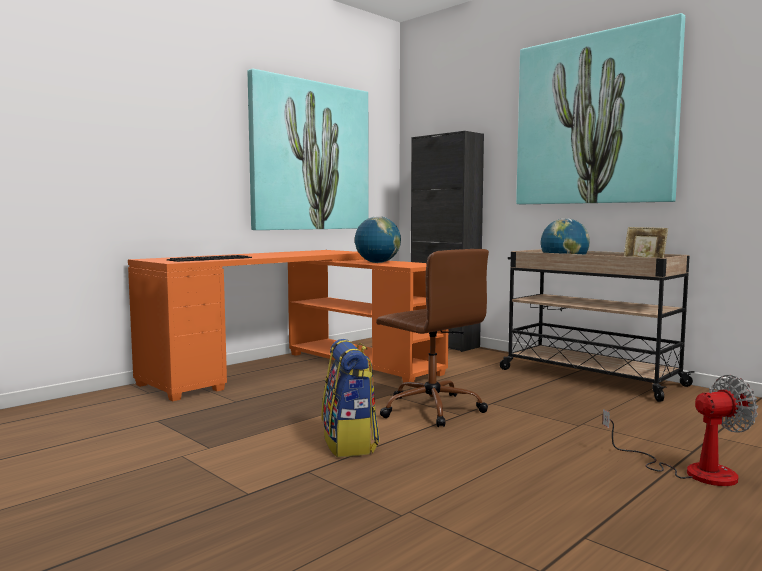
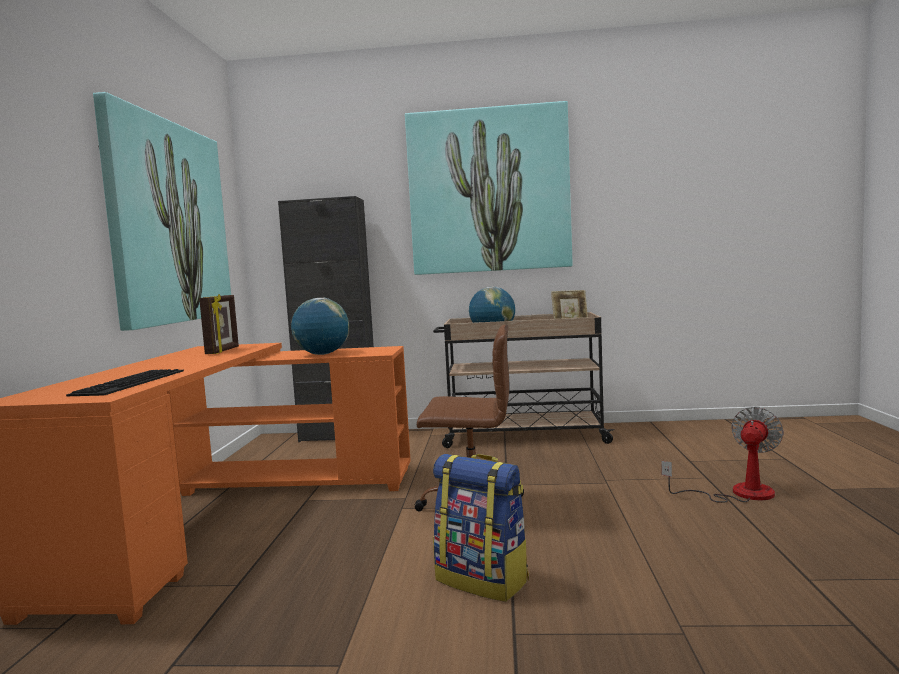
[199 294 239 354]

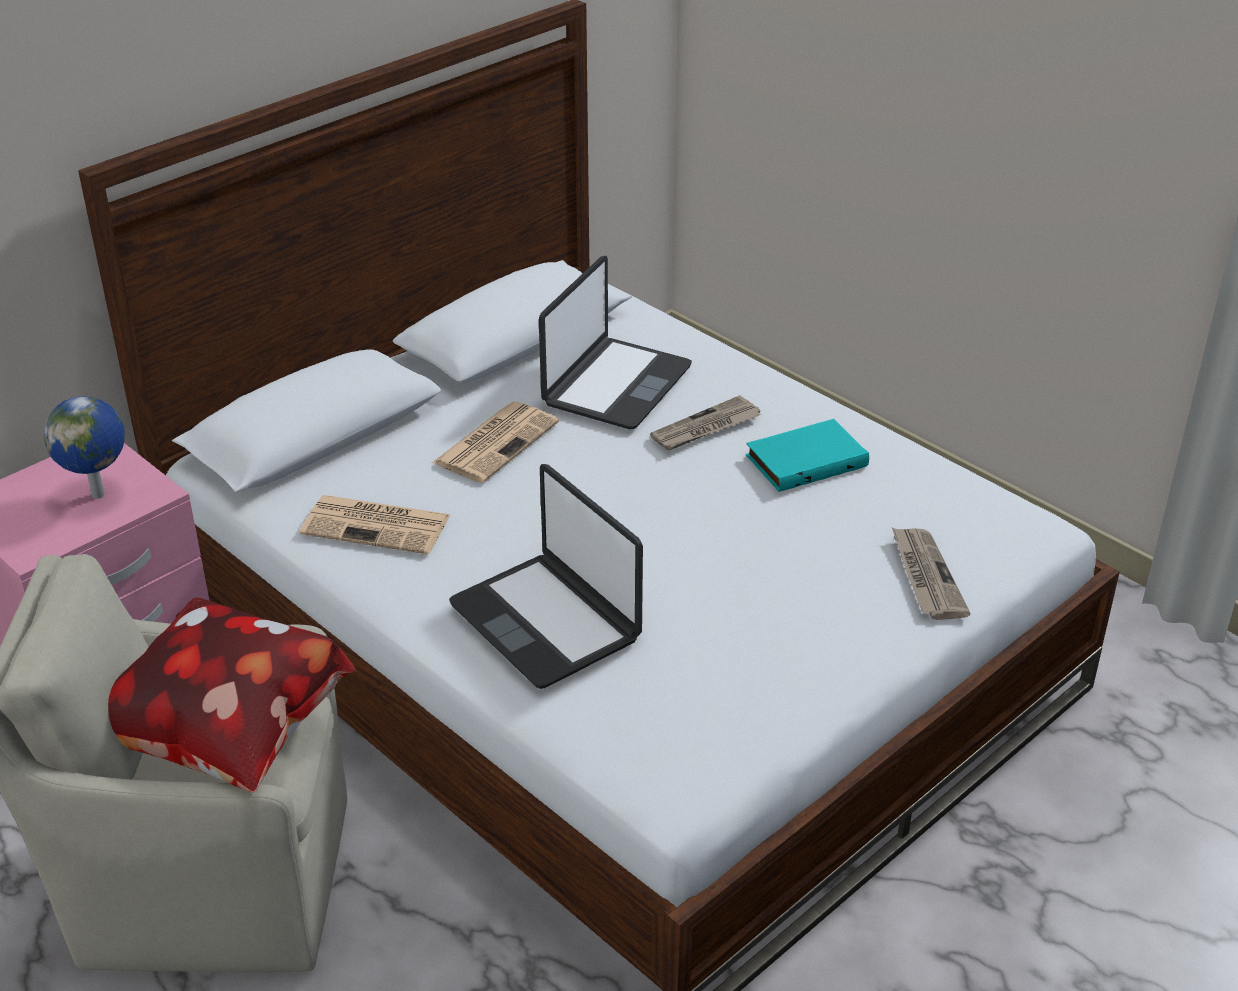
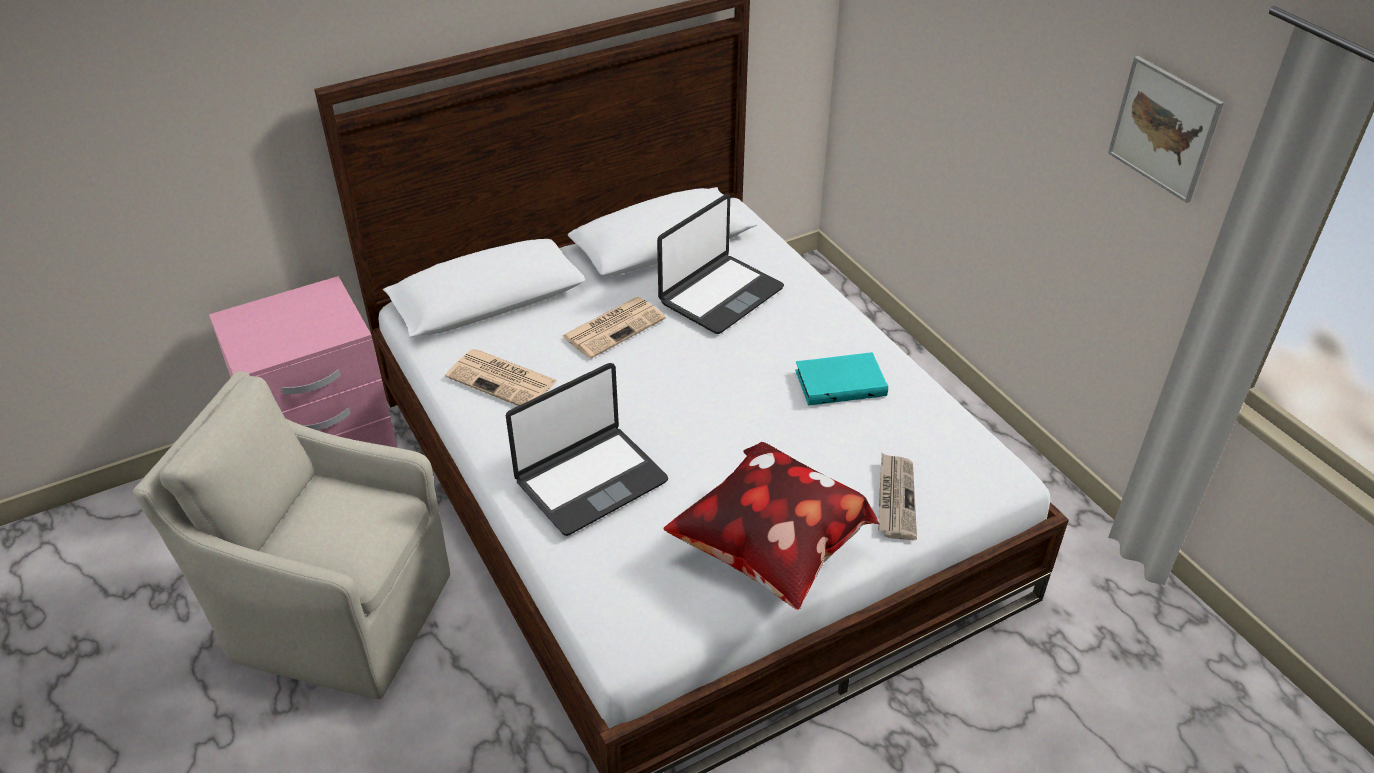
[44 396 125 499] (first image)
[663 442 879 610]
[506 363 668 536]
[650 395 761 451] (first image)
[1108 56 1224 203]

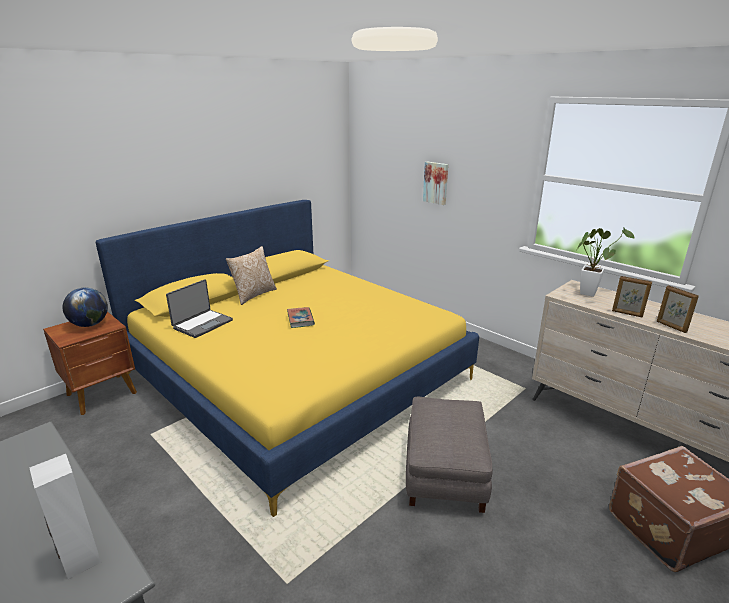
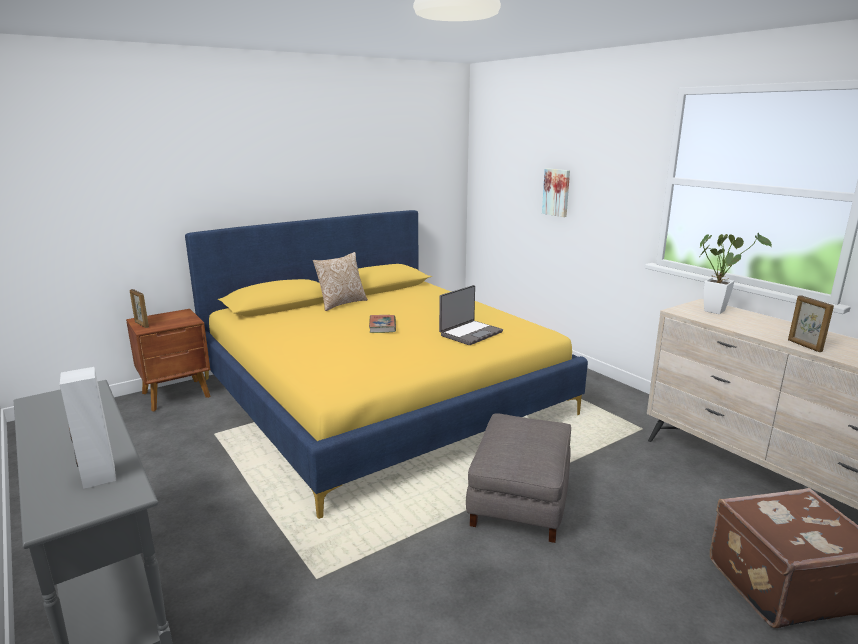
[62 288 108 327] (first image)
[439 285 503 345]
[130 289 149 328]

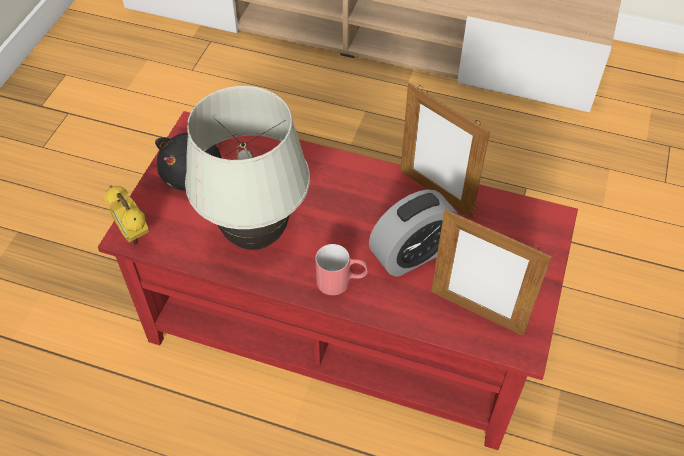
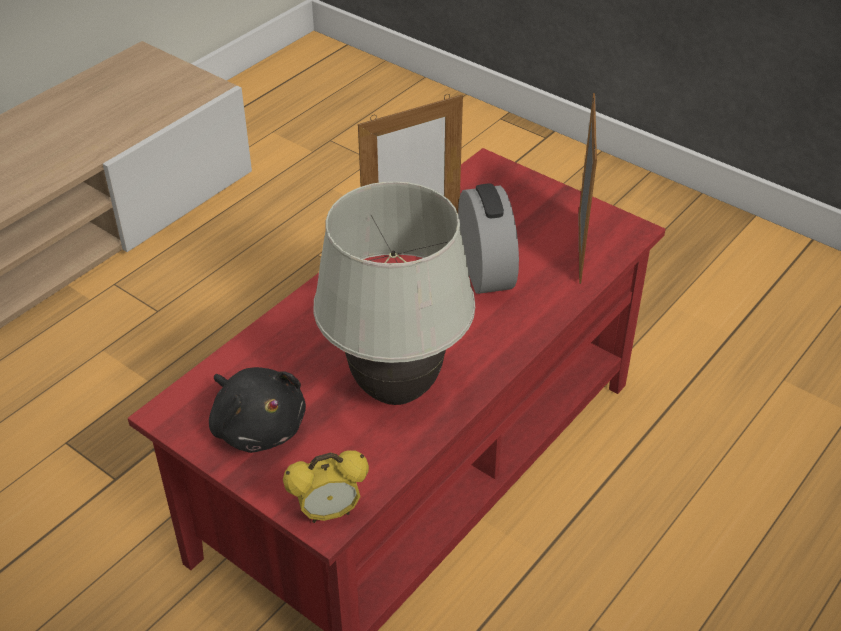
[315 244 368 295] (first image)
[579 93 597 284]

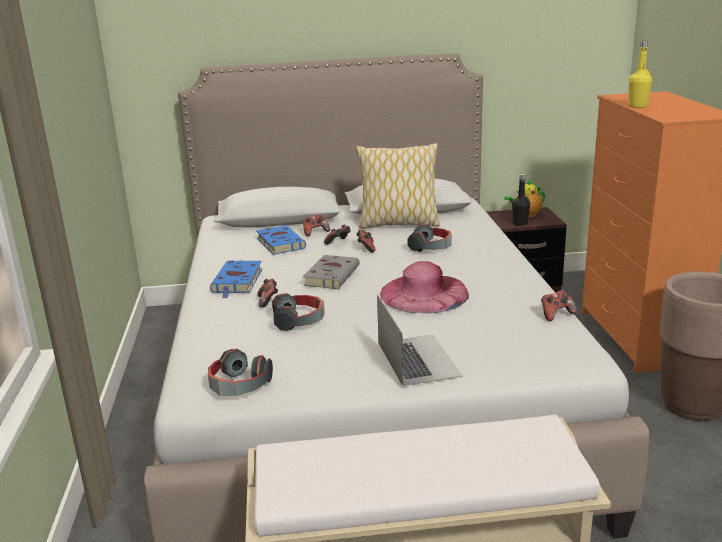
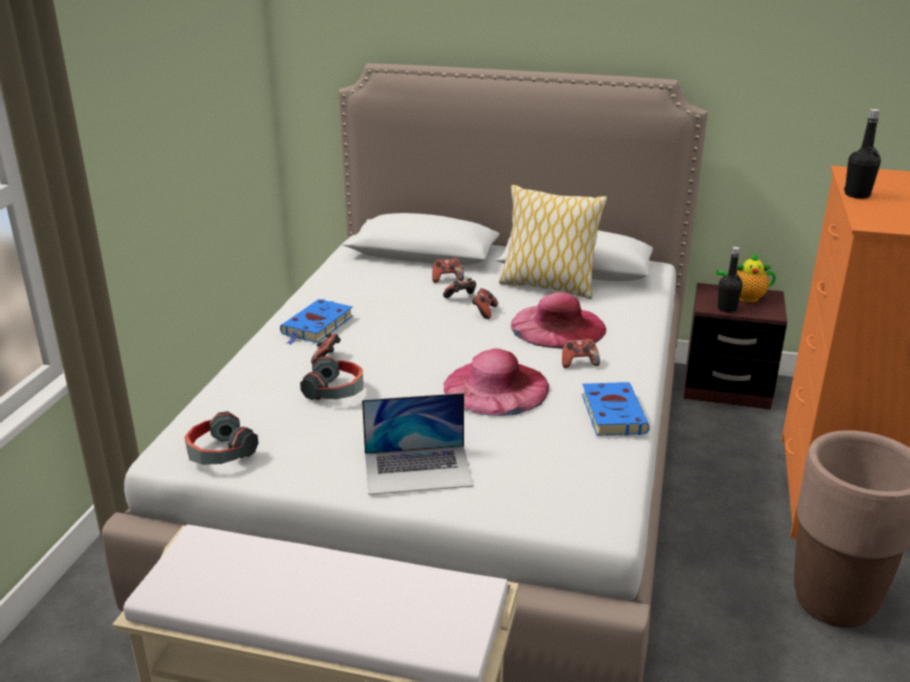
[582 382 650 436]
[303 255 360 289] (first image)
[362 393 474 495]
[511 292 606 348]
[562 339 600 368]
[844 109 881 199]

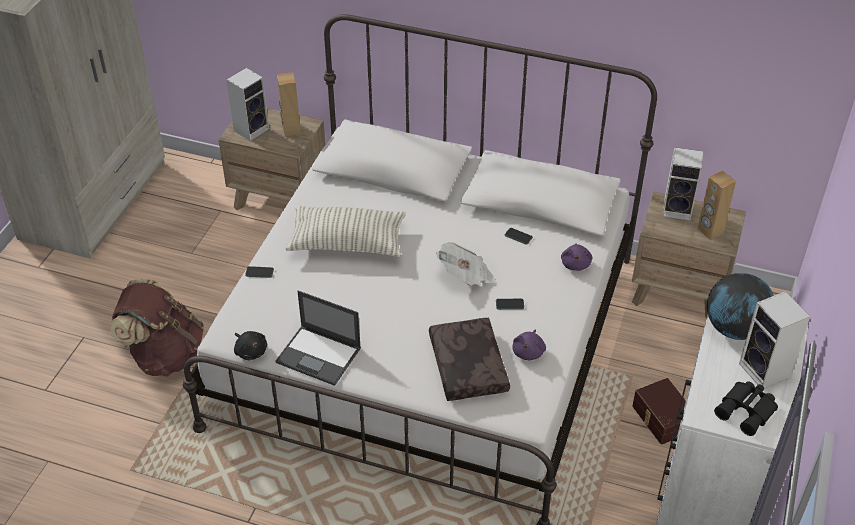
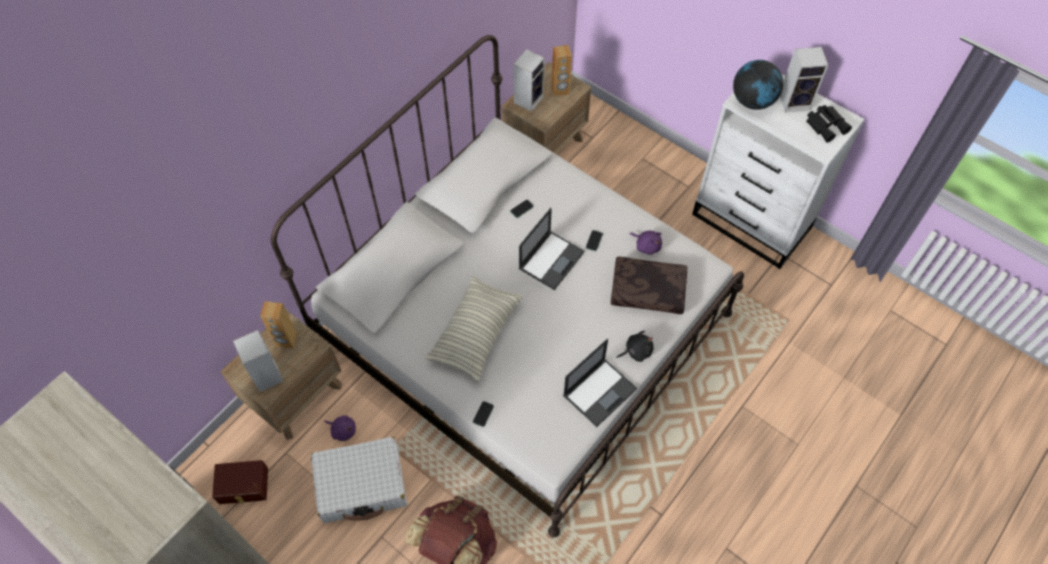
[616 331 654 362]
[519 208 584 290]
[324 415 356 441]
[212 460 268 504]
[311 437 407 523]

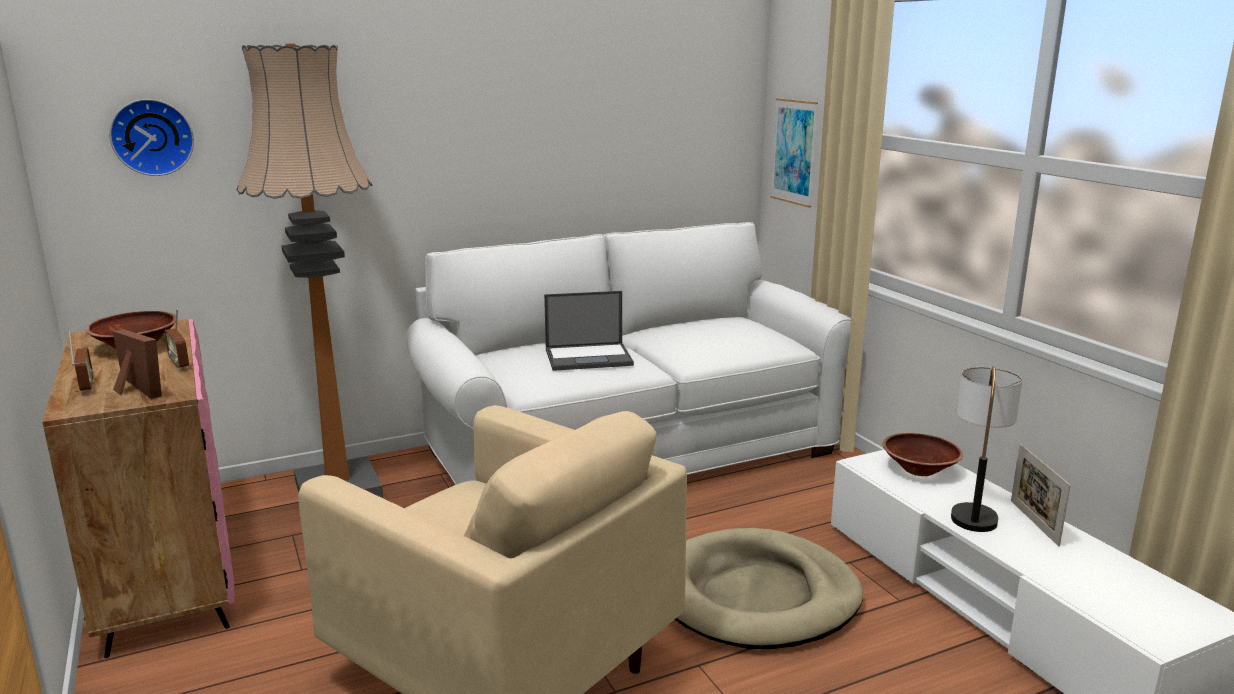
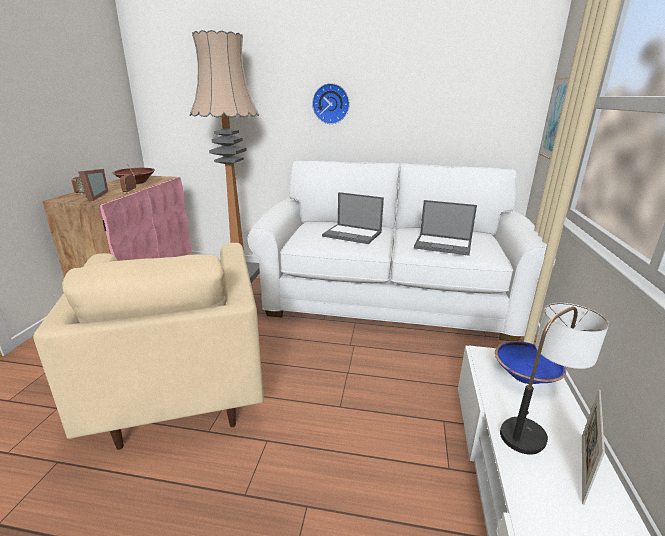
[312 83 349 124]
[675 528 863 649] (first image)
[495 341 566 384]
[414 200 477 256]

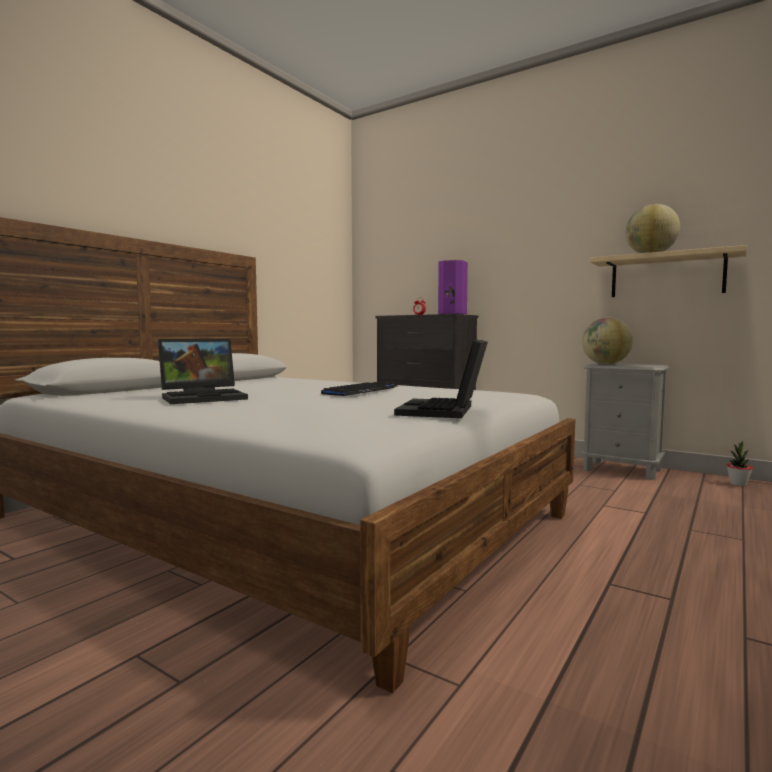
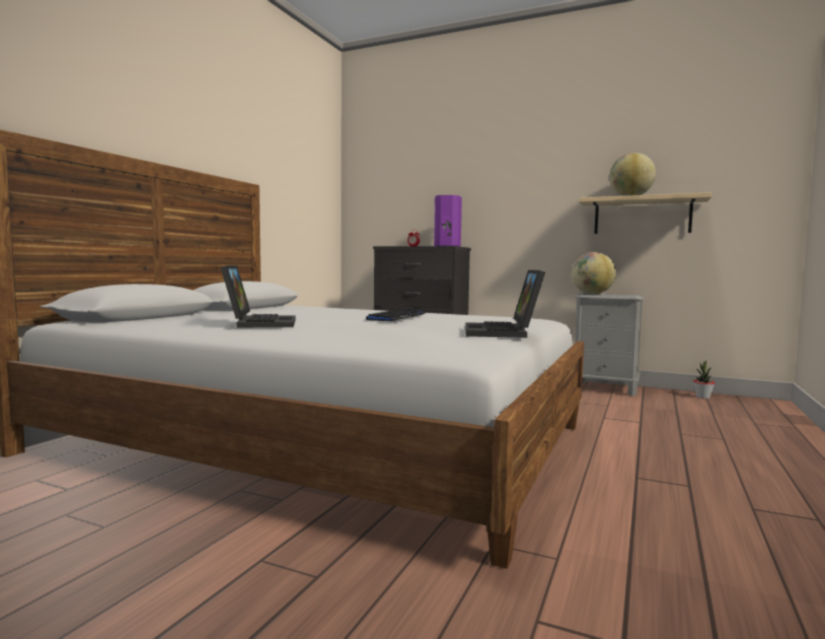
[220 266 295 328]

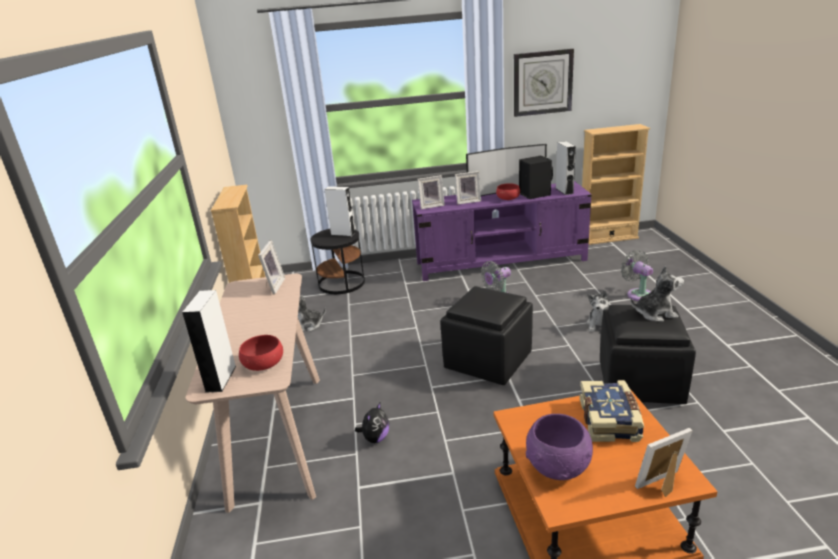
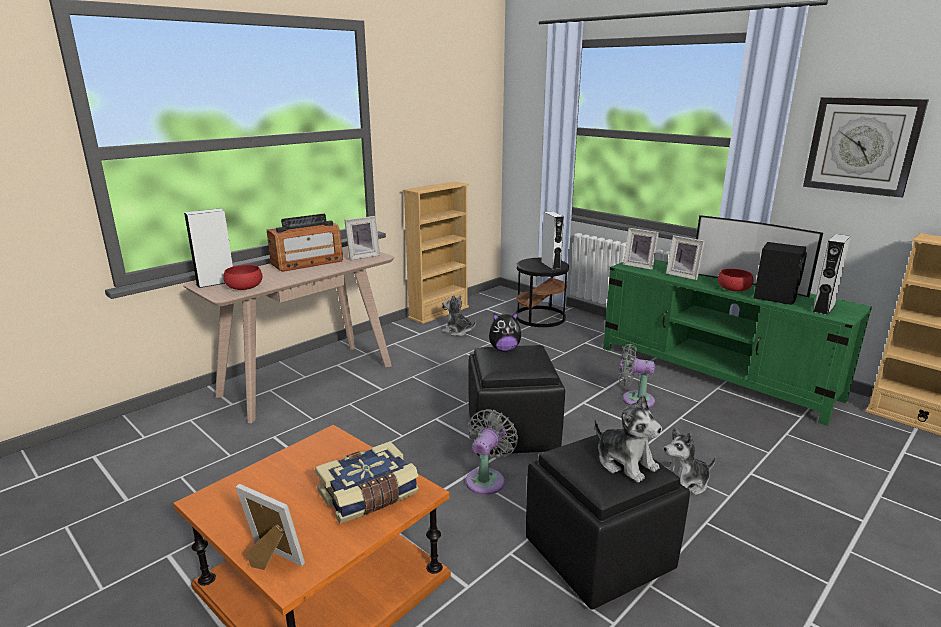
[489 312 521 352]
[603 259 872 426]
[526 414 593 480] (first image)
[465 409 518 495]
[267 214 343 272]

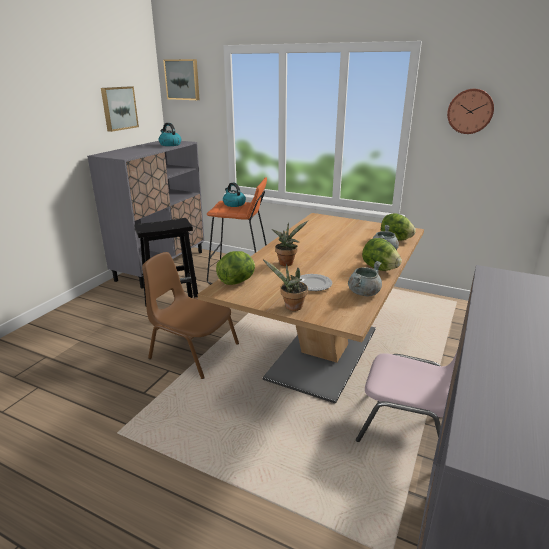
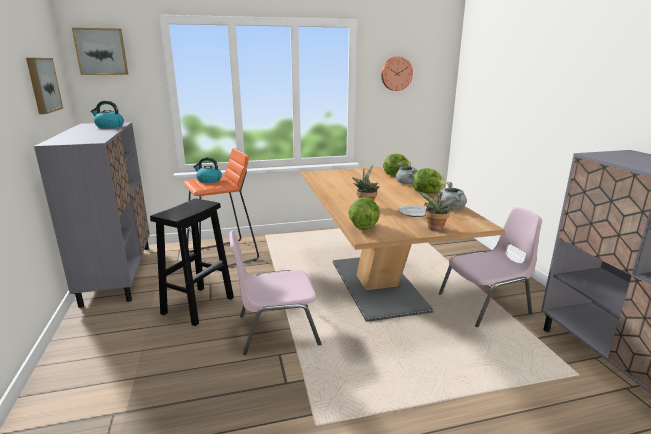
[229 231 321 355]

